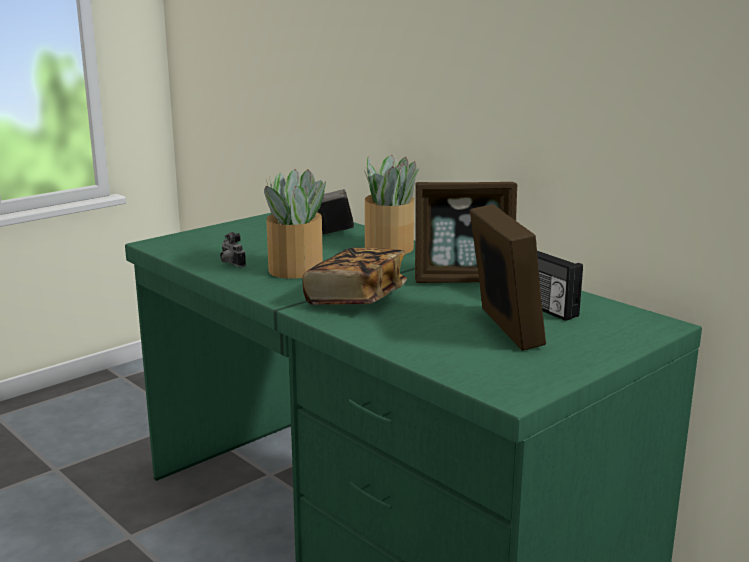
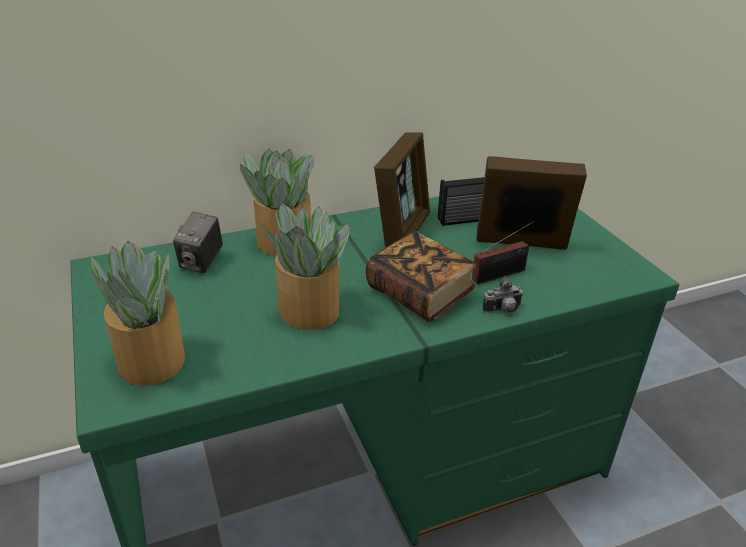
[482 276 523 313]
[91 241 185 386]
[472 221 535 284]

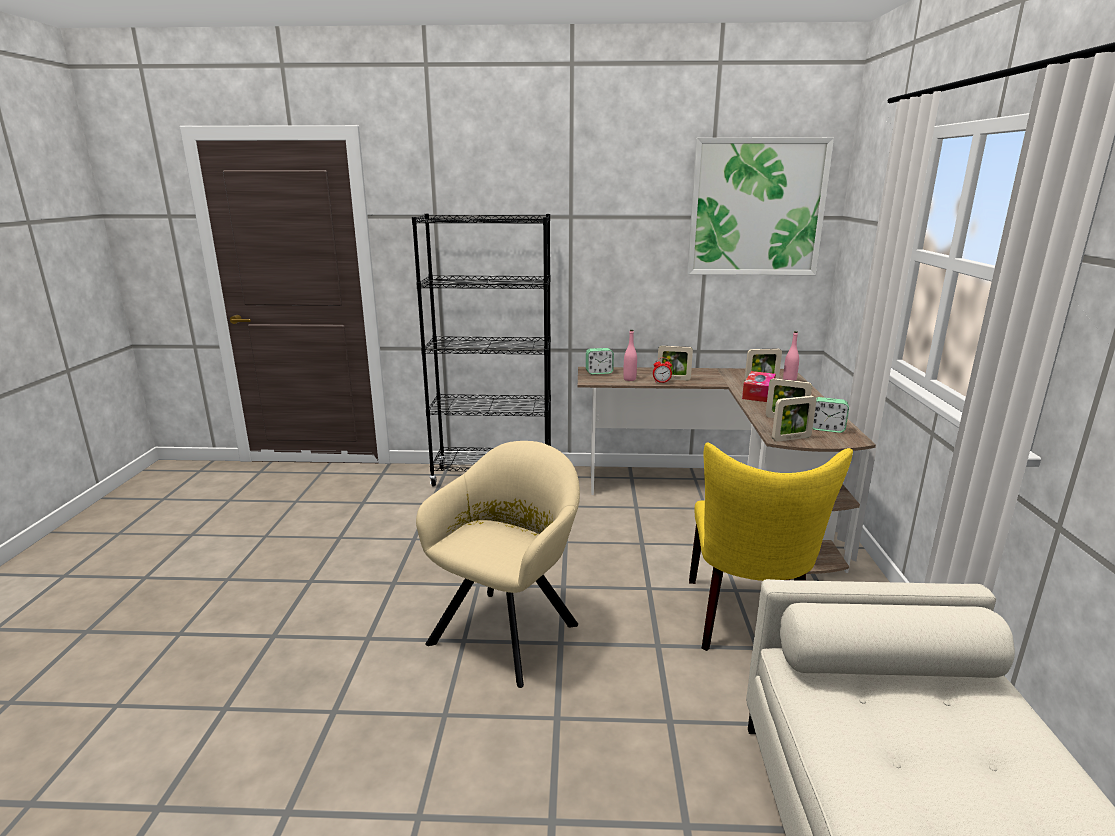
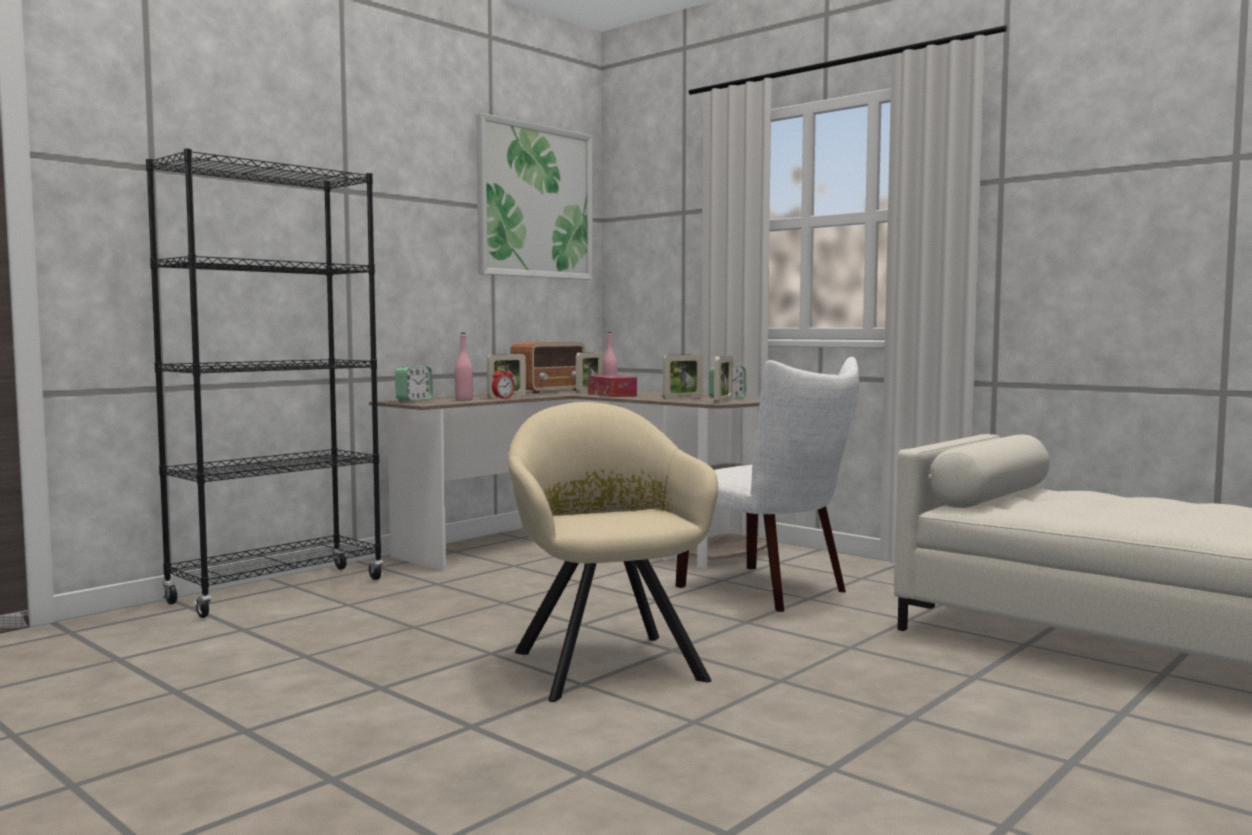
[676 357 859 612]
[510 342 585 394]

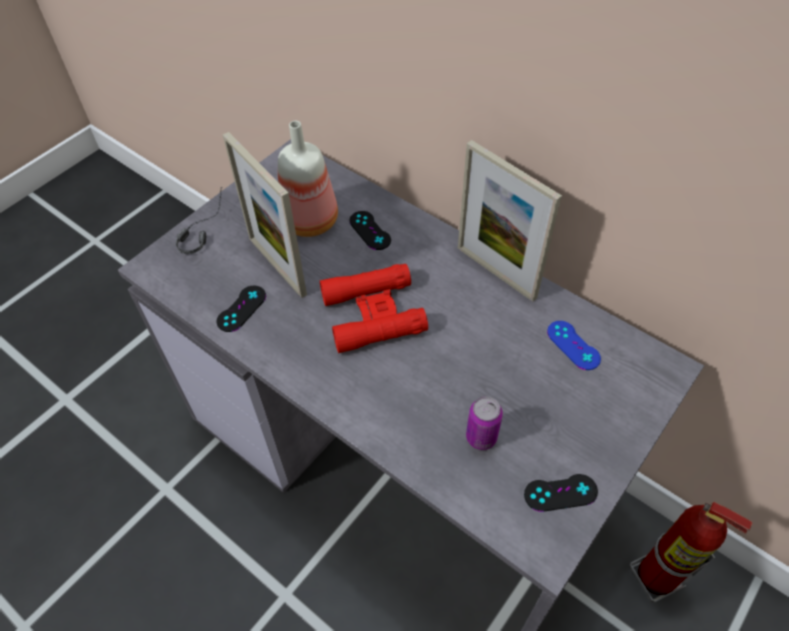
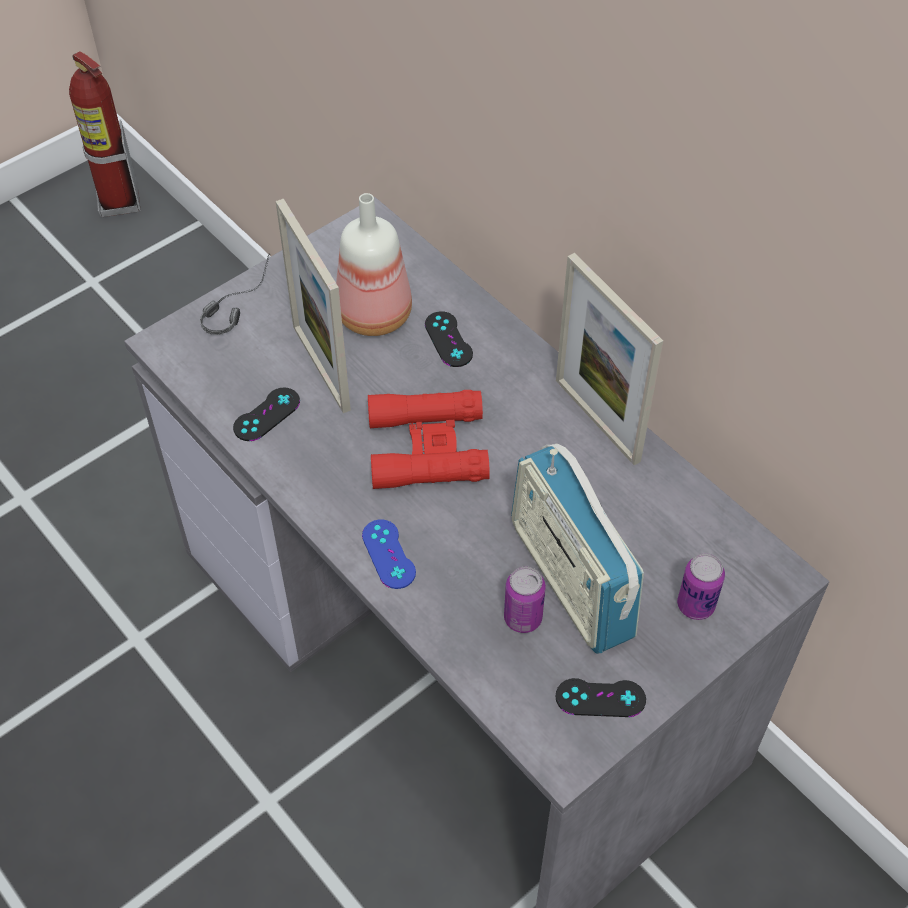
[362 519 416 589]
[69 51 141 217]
[511 444 644 654]
[677 553 725 620]

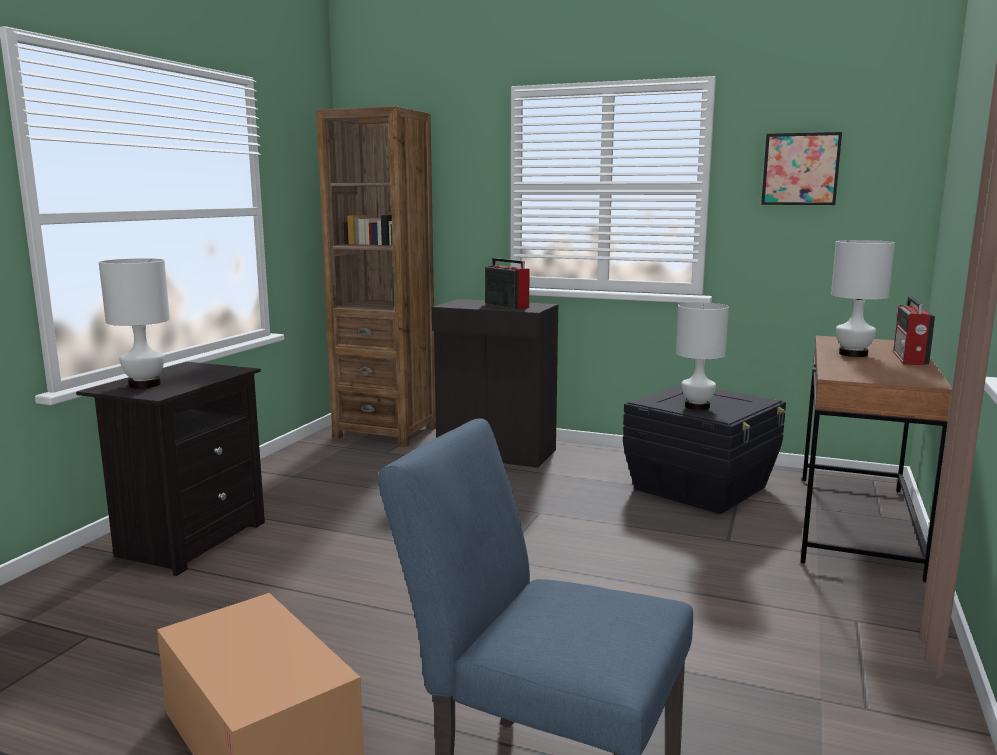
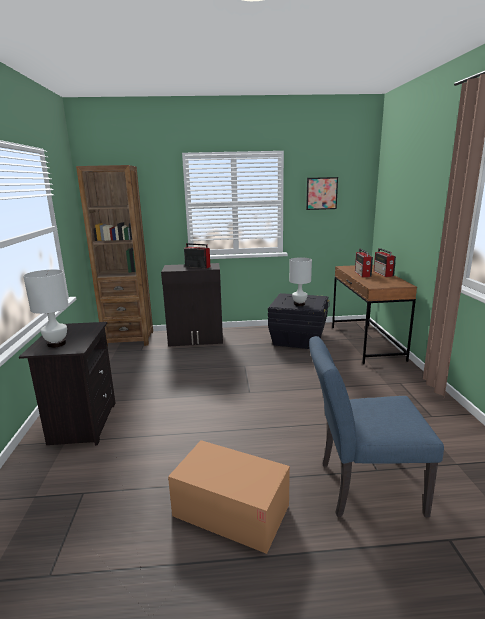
[355 249 373 277]

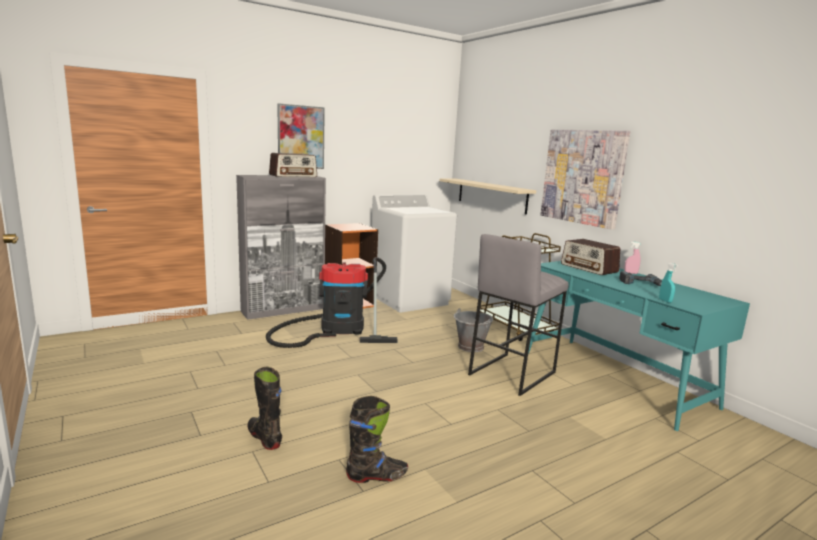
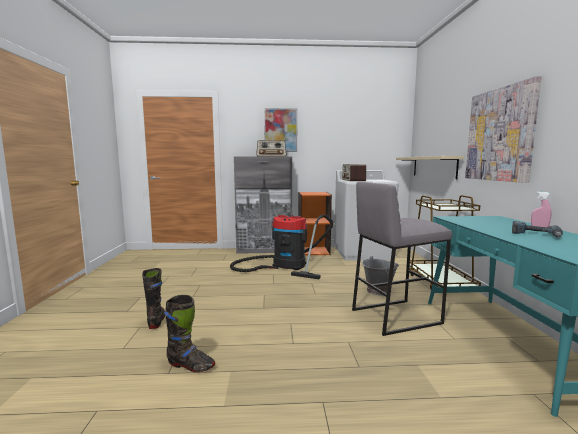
[342 164 366 181]
[659 263 678 303] (first image)

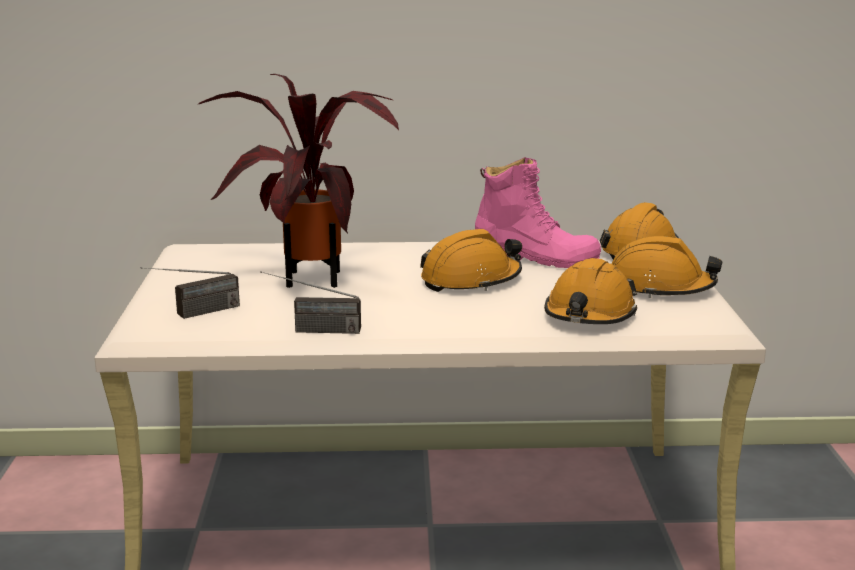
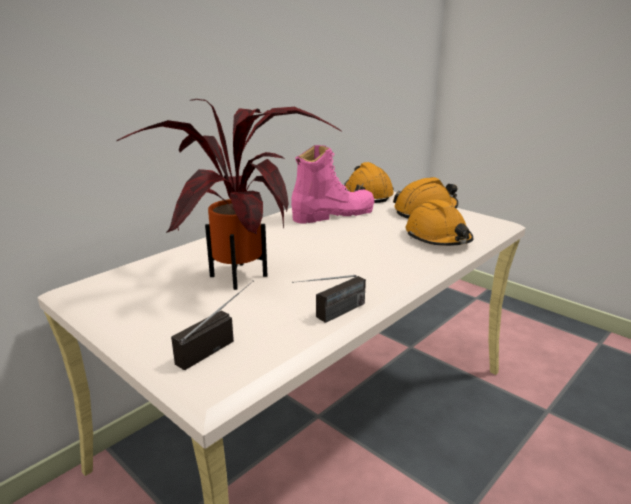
[171 280 254 370]
[420 229 522 292] (first image)

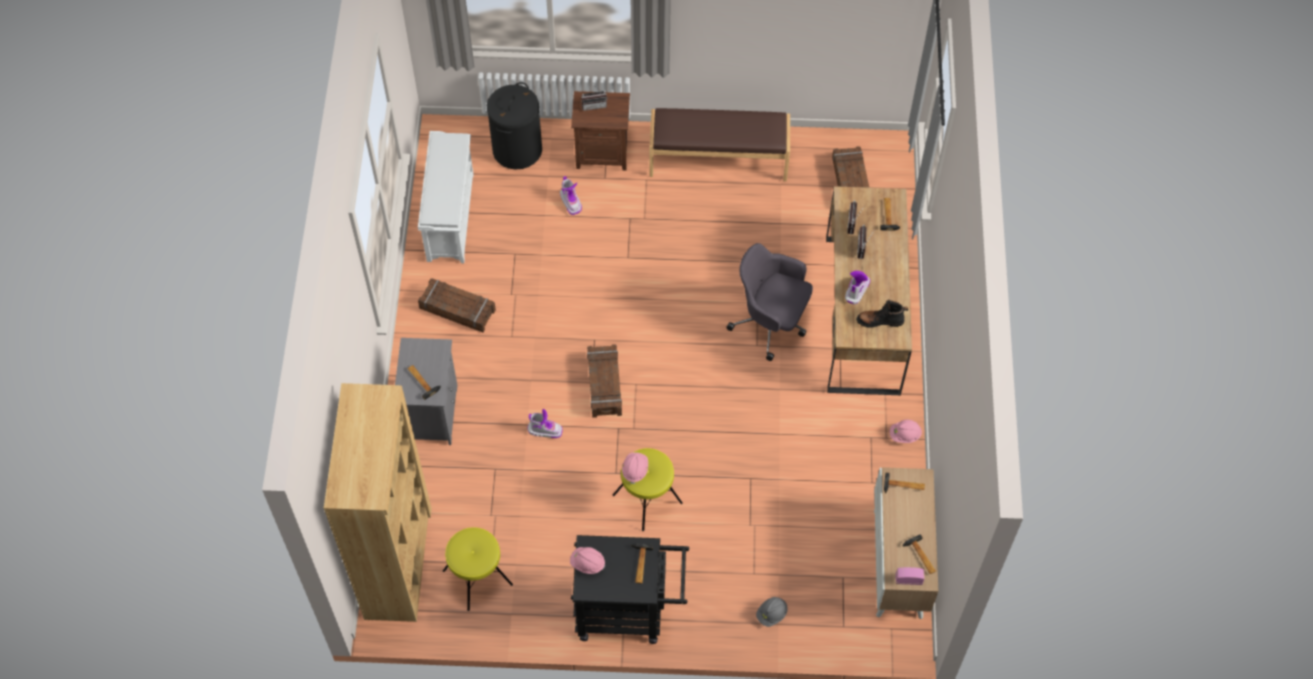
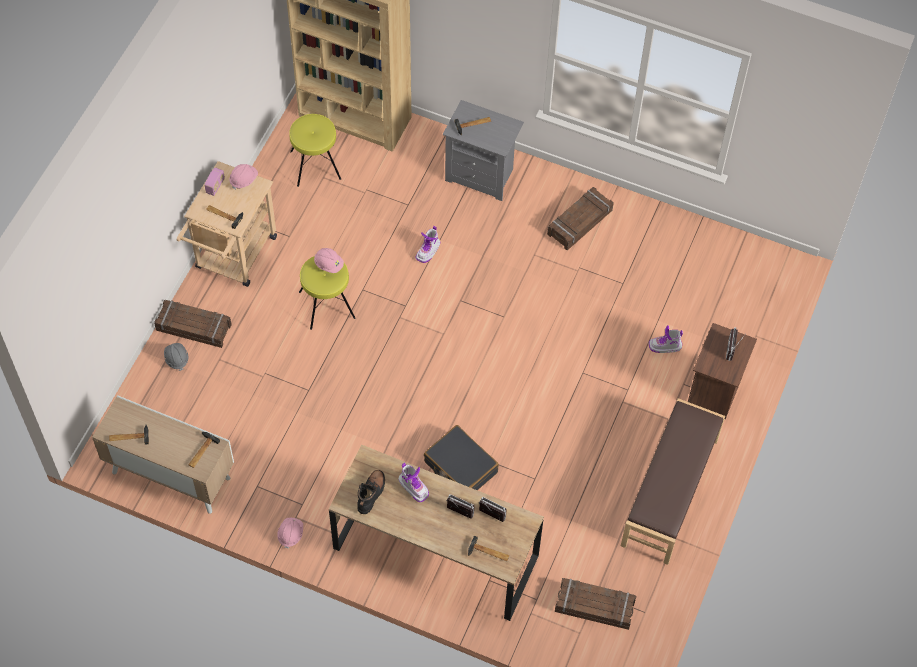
[418 131 474 263] (first image)
[487 82 542 170] (first image)
[177 161 277 287]
[154 300 232 348]
[424 425 499 490]
[204 167 225 196]

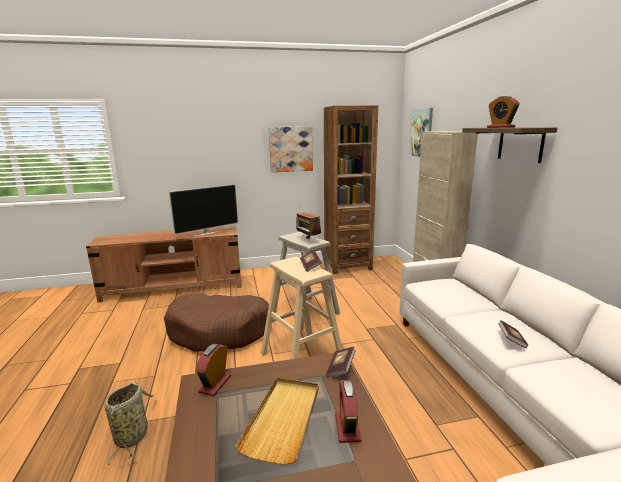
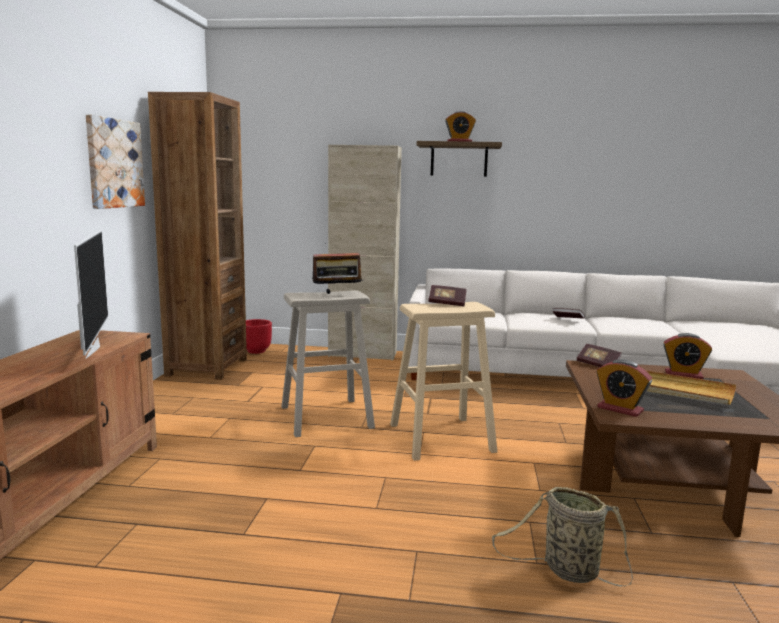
[164 293 269 352] (first image)
[408 108 433 157] (first image)
[246 319 272 354]

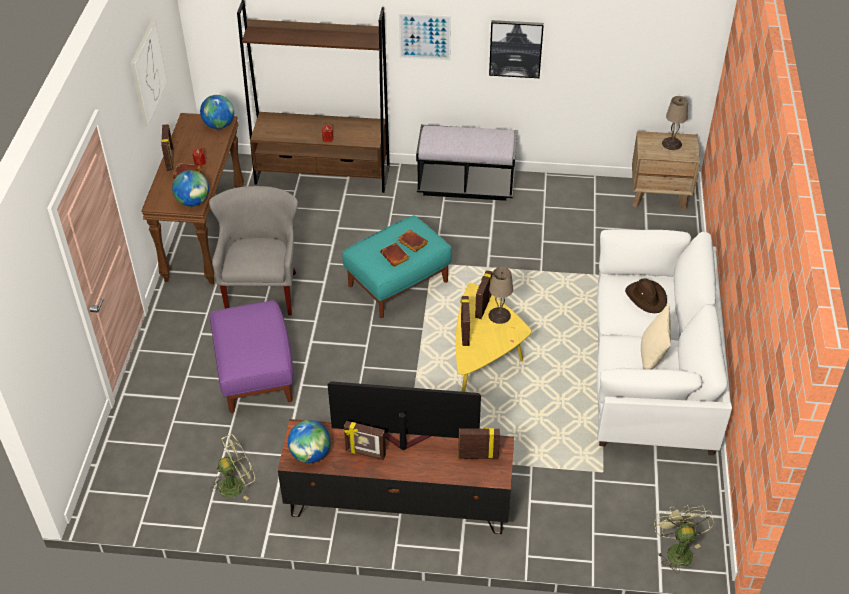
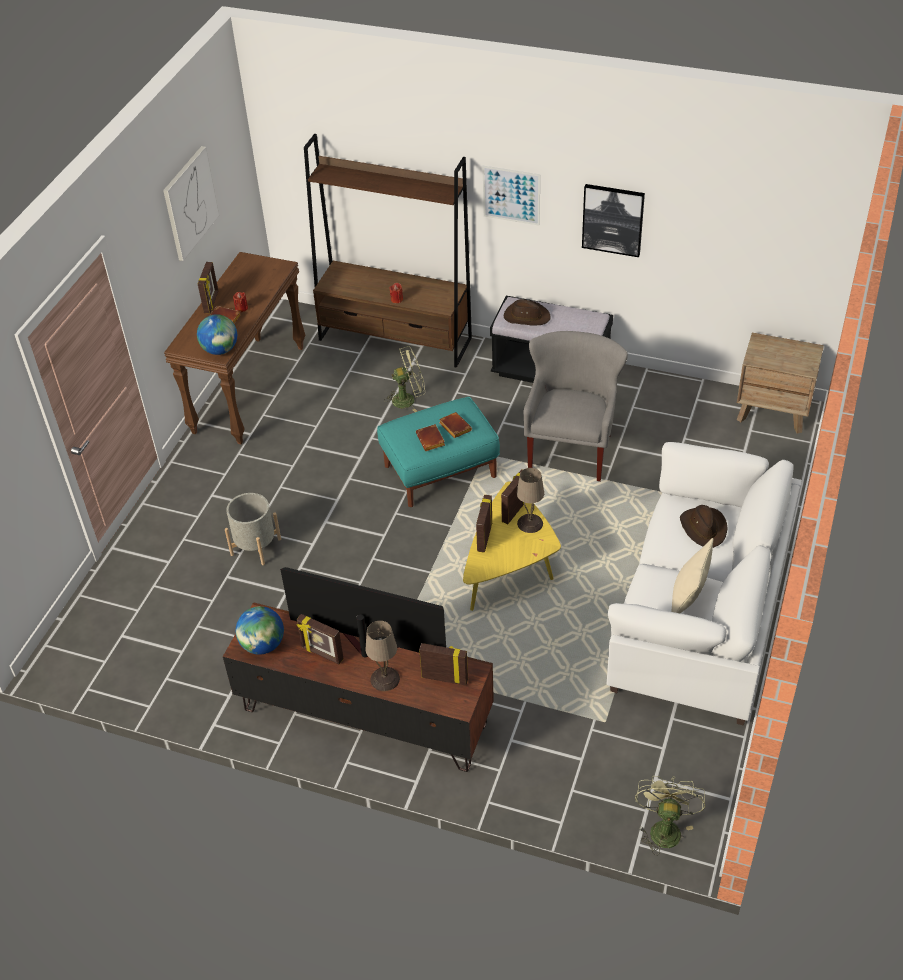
[200 95 234 129] (first image)
[523 331 628 482]
[225 493 281 565]
[384 346 425 412]
[366 621 400 691]
[504 299 551 326]

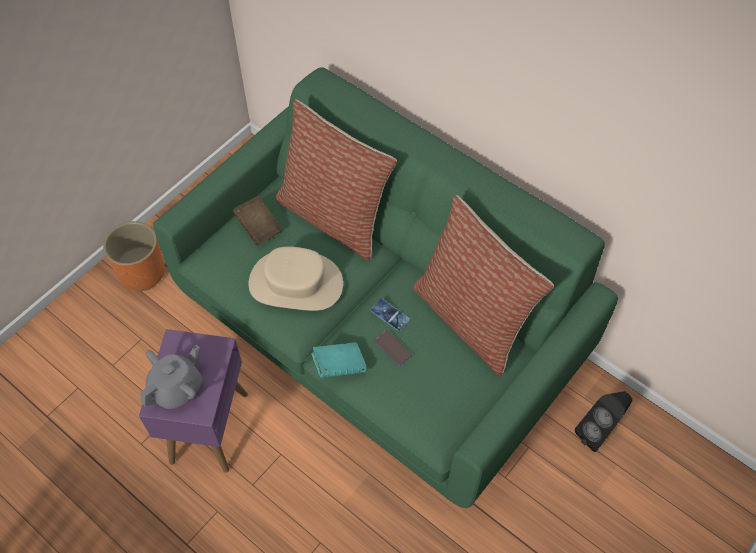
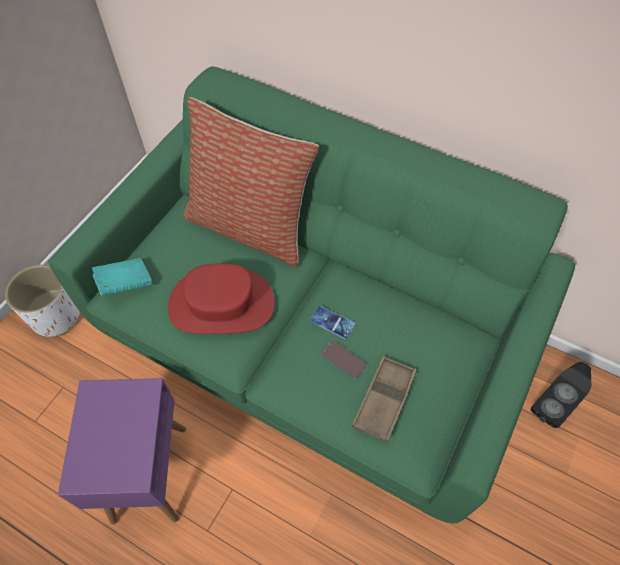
[5 265 80 337]
[141 345 202 409] (first image)
[233 196 282 245] (first image)
[168 263 275 334]
[92 258 152 296]
[413 195 554 376] (first image)
[352 356 417 443]

